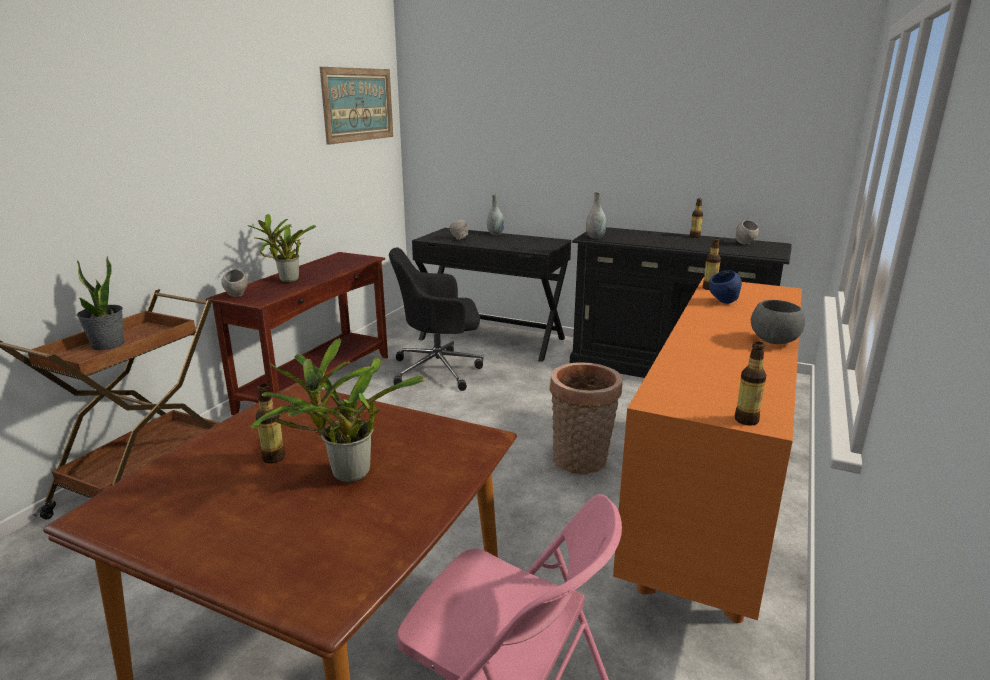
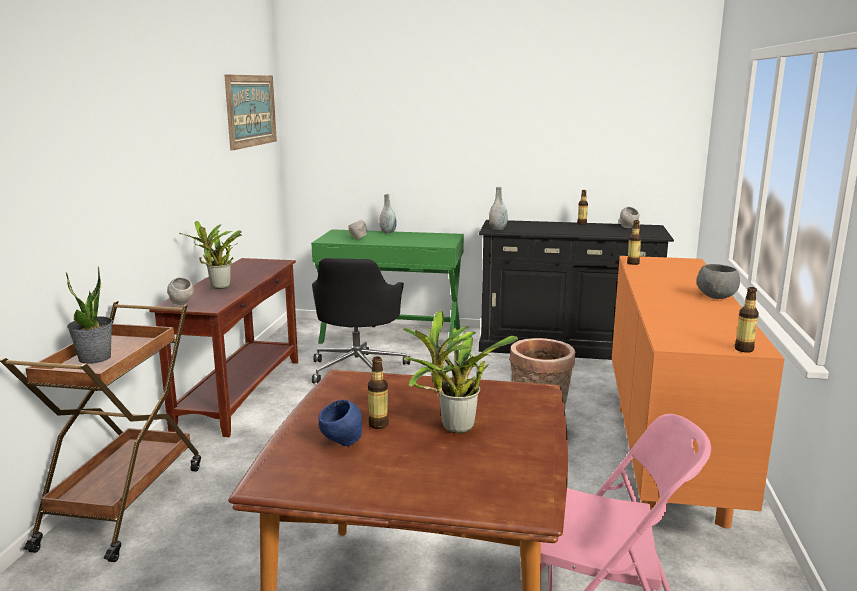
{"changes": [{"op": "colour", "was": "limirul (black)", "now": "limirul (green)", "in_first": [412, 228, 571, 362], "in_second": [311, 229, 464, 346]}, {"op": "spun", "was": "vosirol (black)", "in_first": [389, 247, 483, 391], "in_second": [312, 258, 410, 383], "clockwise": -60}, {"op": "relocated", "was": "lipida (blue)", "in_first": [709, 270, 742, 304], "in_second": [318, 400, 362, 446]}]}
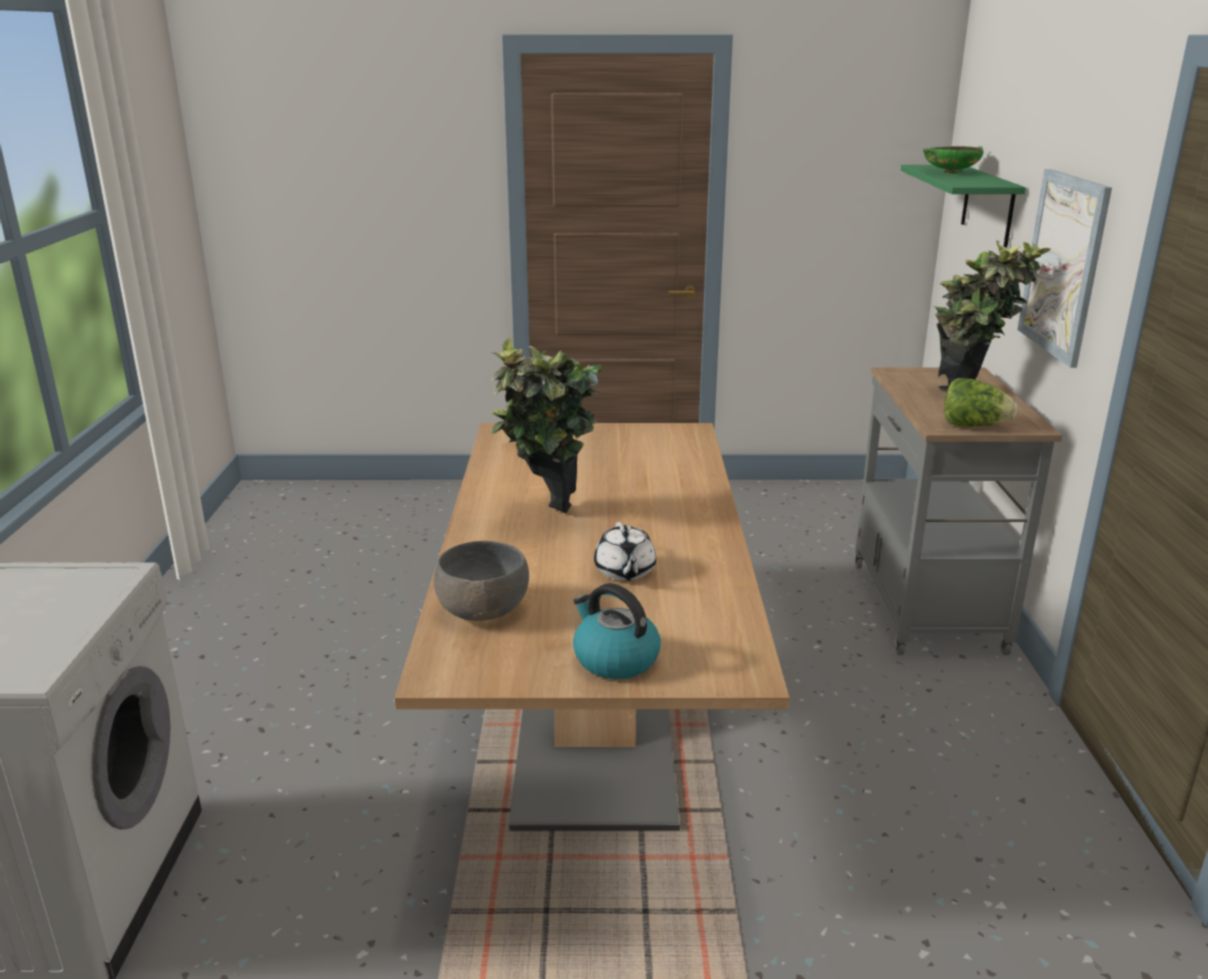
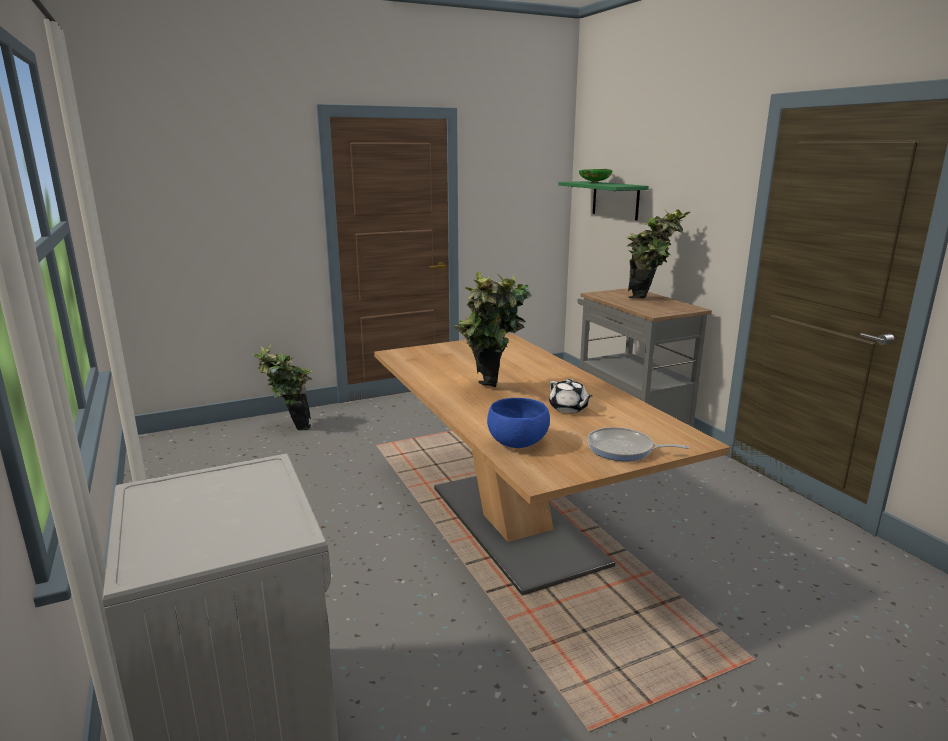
{"changes": [{"op": "missing", "was": "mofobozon", "in_first": [1017, 169, 1112, 368]}, {"op": "missing", "was": "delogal", "in_first": [944, 378, 1017, 427]}, {"op": "colour", "was": "lipida (grey)", "now": "lipida (blue)", "in_first": [434, 541, 529, 621], "in_second": [487, 398, 550, 448]}, {"op": "exchanged", "was": "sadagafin", "now": "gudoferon", "in_first": [573, 583, 661, 679], "in_second": [587, 427, 689, 461]}, {"op": "appeared", "now": "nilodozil", "in_second": [252, 344, 312, 430]}]}
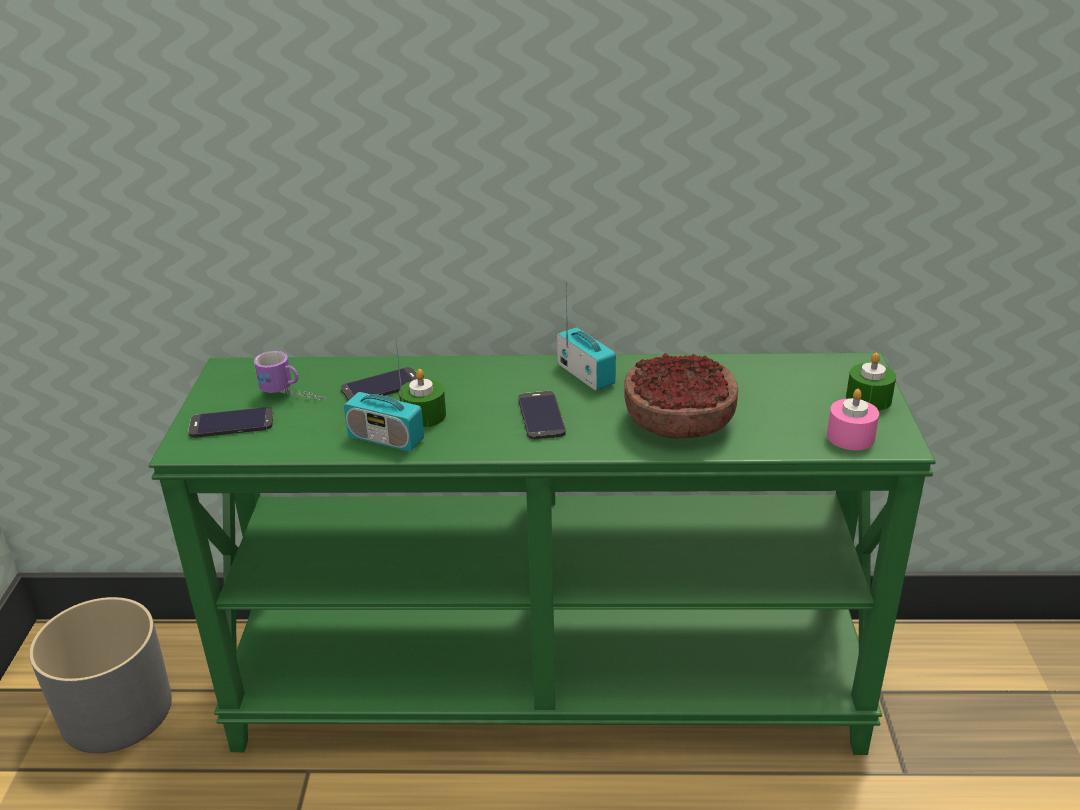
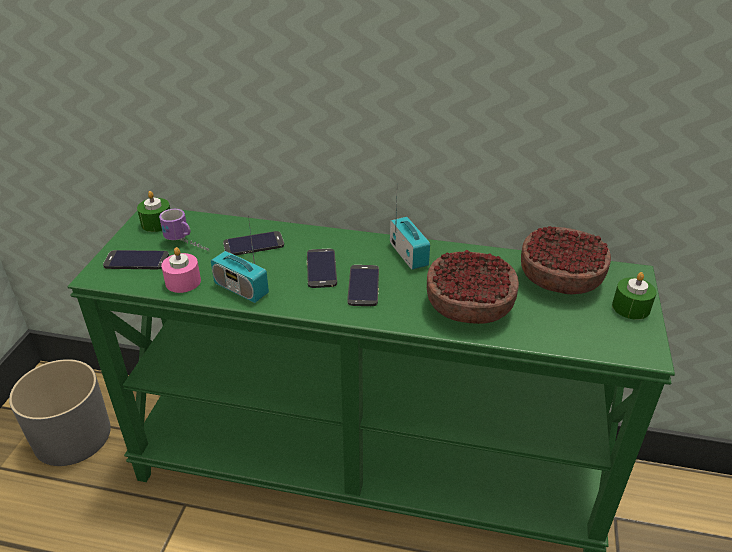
{"changes": [{"op": "relocated", "was": "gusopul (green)", "in_first": [399, 369, 446, 428], "in_second": [137, 191, 170, 232]}, {"op": "relocated", "was": "gusopul (pink)", "in_first": [827, 389, 879, 450], "in_second": [161, 247, 201, 293]}, {"op": "appeared", "now": "lipida", "in_second": [521, 226, 611, 294]}, {"op": "appeared", "now": "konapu", "in_second": [307, 249, 337, 288]}]}
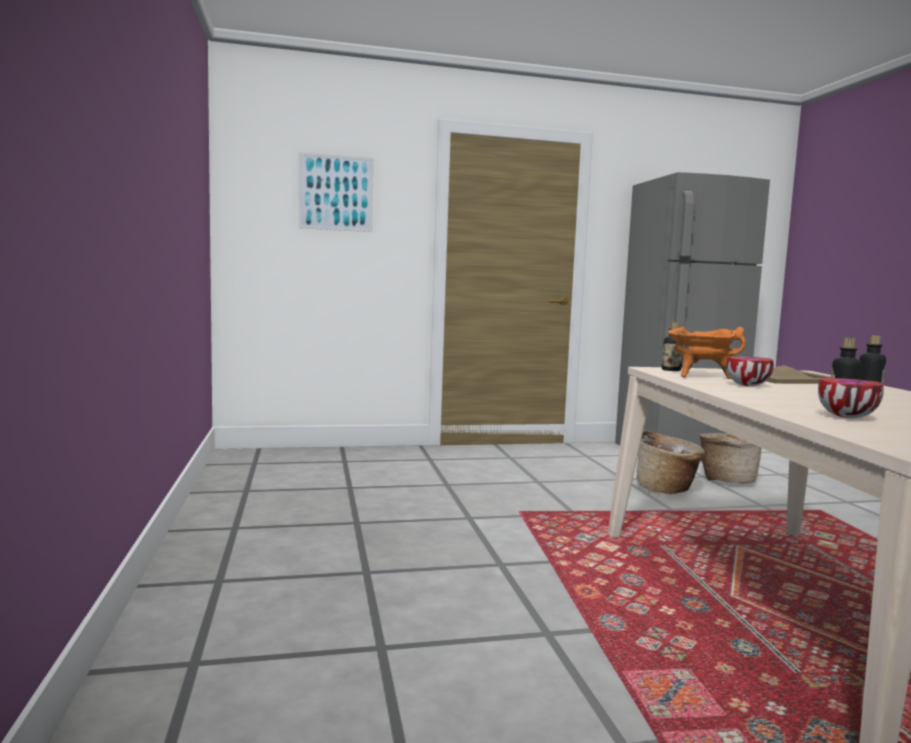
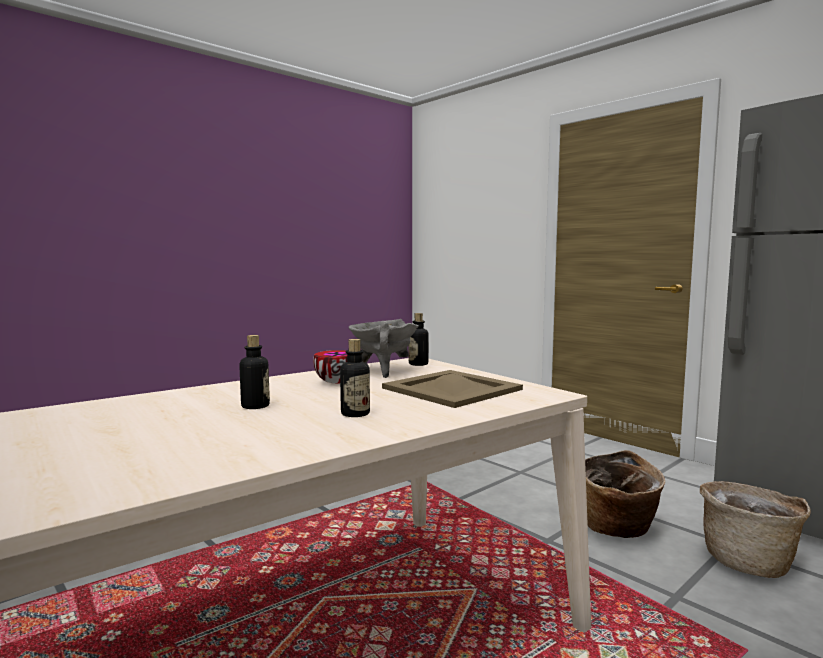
{"changes": [{"op": "missing", "was": "mofobozon", "in_first": [299, 152, 374, 232]}, {"op": "colour", "was": "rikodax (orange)", "now": "rikodax (grey)", "in_first": [668, 327, 746, 379], "in_second": [349, 319, 419, 378]}, {"op": "missing", "was": "lipida", "in_first": [818, 378, 884, 418]}]}
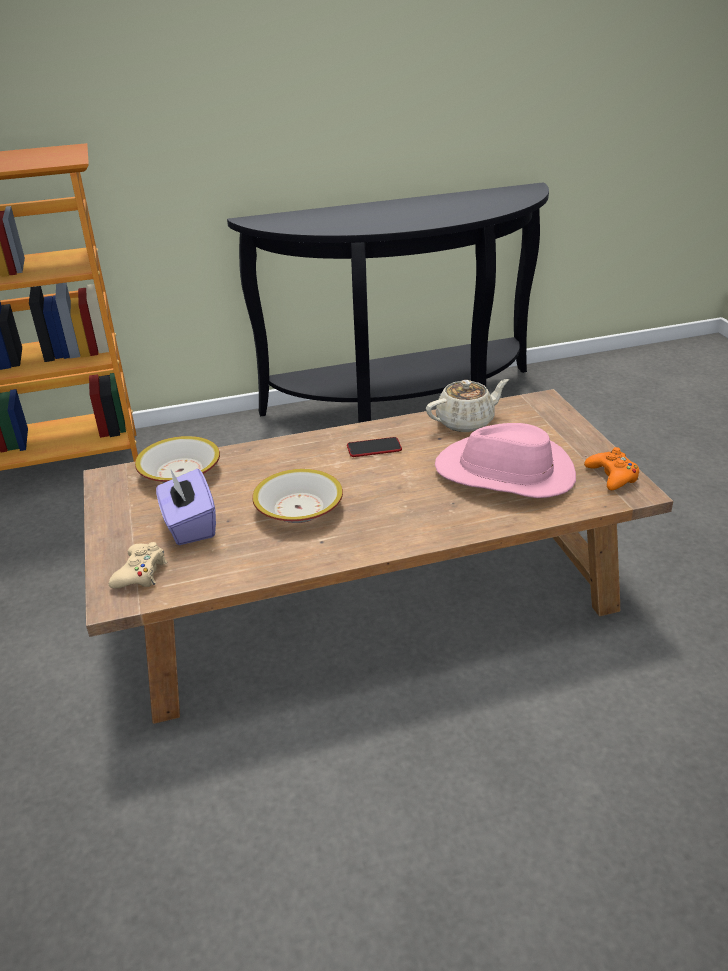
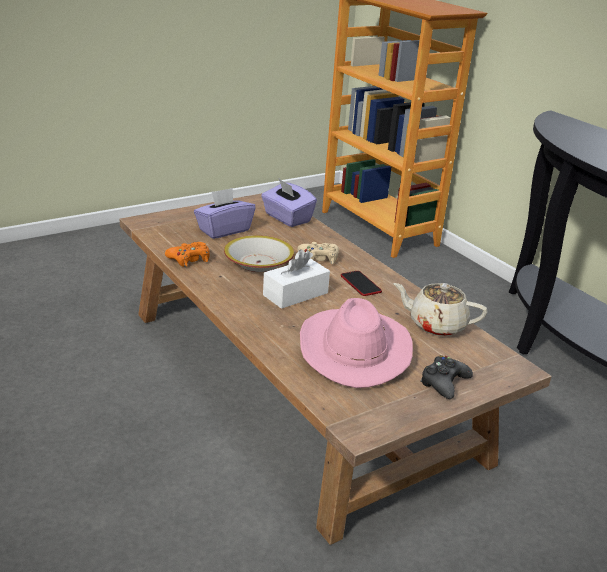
{"changes": [{"op": "spun", "was": "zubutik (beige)", "in_first": [426, 379, 509, 432], "in_second": [393, 283, 488, 336], "clockwise": 150}, {"op": "exchanged", "was": "lipida", "now": "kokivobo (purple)", "in_first": [135, 436, 220, 483], "in_second": [261, 179, 317, 227]}, {"op": "relocated", "was": "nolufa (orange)", "in_first": [584, 447, 639, 490], "in_second": [165, 242, 210, 267]}, {"op": "relocated", "was": "nolufa (beige)", "in_first": [109, 542, 167, 588], "in_second": [298, 242, 339, 264]}, {"op": "appeared", "now": "kokivobo (white)", "in_second": [263, 249, 330, 309]}, {"op": "appeared", "now": "nolufa (black)", "in_second": [420, 355, 473, 399]}]}
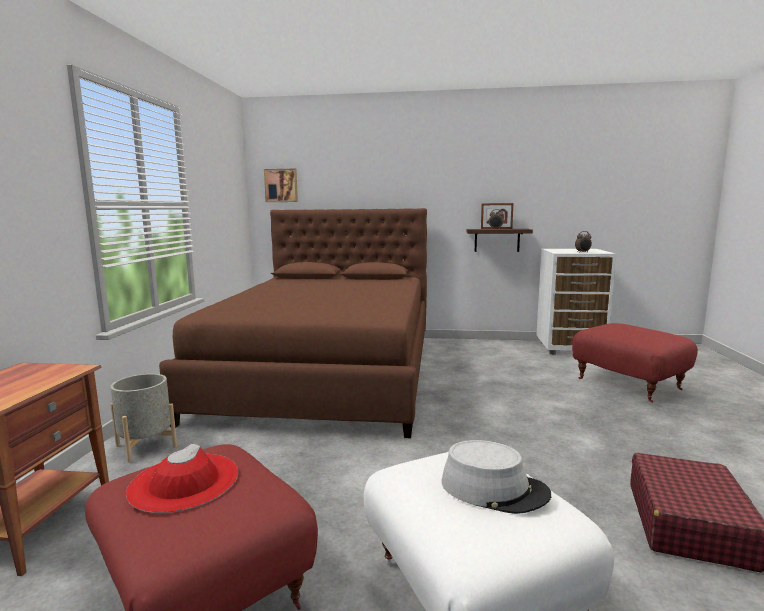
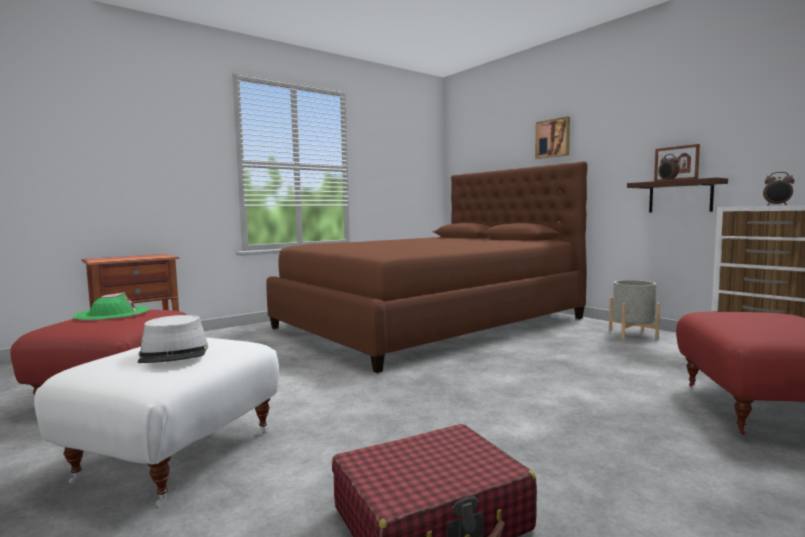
{"changes": [{"op": "relocated", "was": "mofobozon", "in_first": [264, 169, 298, 202], "in_second": [535, 116, 570, 159]}, {"op": "relocated", "was": "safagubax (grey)", "in_first": [110, 374, 177, 462], "in_second": [609, 280, 660, 339]}, {"op": "colour", "was": "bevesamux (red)", "now": "bevesamux (green)", "in_first": [126, 444, 238, 513], "in_second": [73, 292, 150, 321]}]}
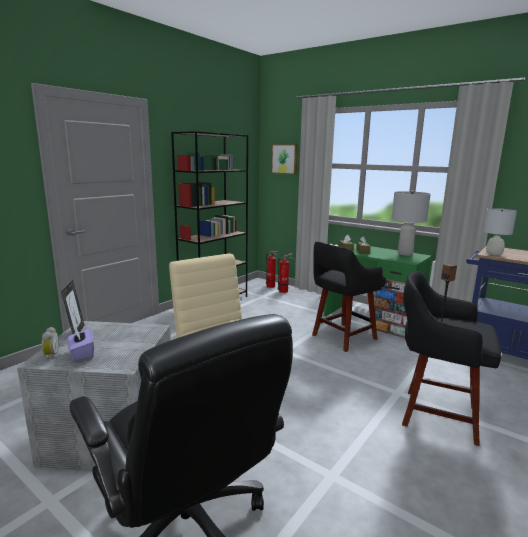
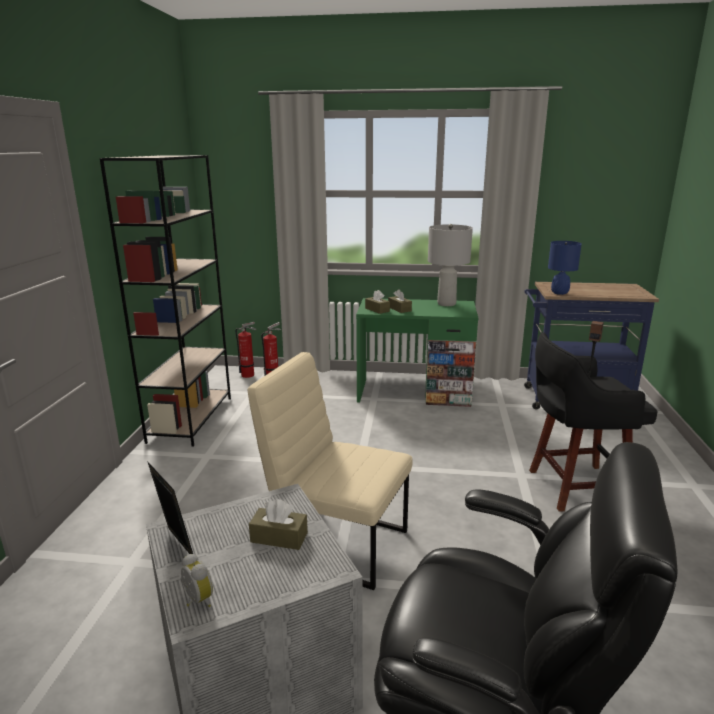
{"changes": [{"op": "missing", "was": "mofobozon", "in_first": [271, 144, 298, 174]}, {"op": "colour", "was": "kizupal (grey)", "now": "kizupal (blue)", "in_first": [484, 208, 517, 256], "in_second": [548, 241, 582, 295]}, {"op": "missing", "was": "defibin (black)", "in_first": [312, 242, 386, 352]}, {"op": "missing", "was": "kokivobo (purple)", "in_first": [67, 326, 94, 361]}, {"op": "appeared", "now": "kokivobo (brown)", "in_second": [249, 499, 308, 550]}]}
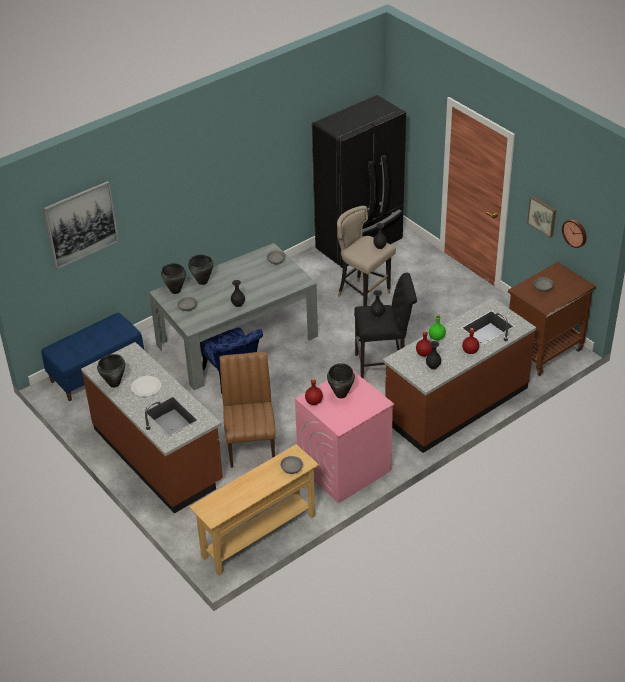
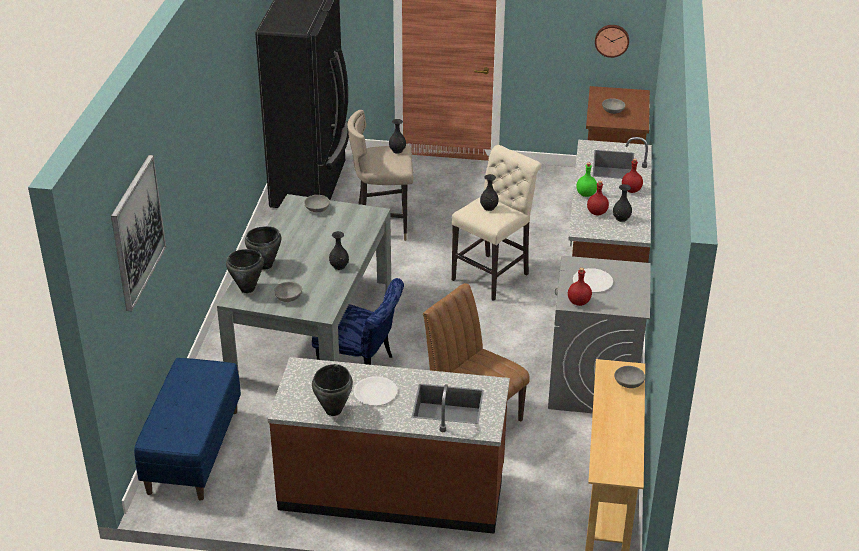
{"changes": [{"op": "missing", "was": "mofobozon", "in_first": [527, 196, 556, 238]}, {"op": "colour", "was": "defibin (black)", "now": "defibin (beige)", "in_first": [354, 273, 417, 379], "in_second": [452, 145, 541, 301]}, {"op": "exchanged", "was": "rikodax (black)", "now": "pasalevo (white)", "in_first": [327, 363, 355, 398], "in_second": [573, 268, 613, 293]}, {"op": "colour", "was": "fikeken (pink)", "now": "fikeken (grey)", "in_first": [295, 371, 394, 503], "in_second": [548, 256, 651, 413]}]}
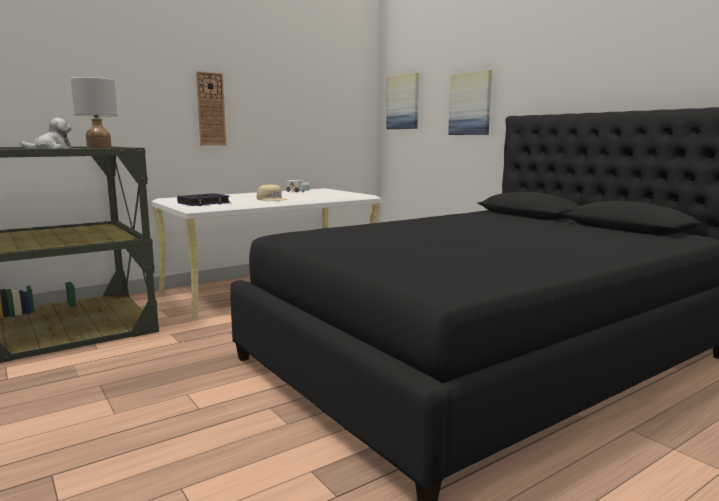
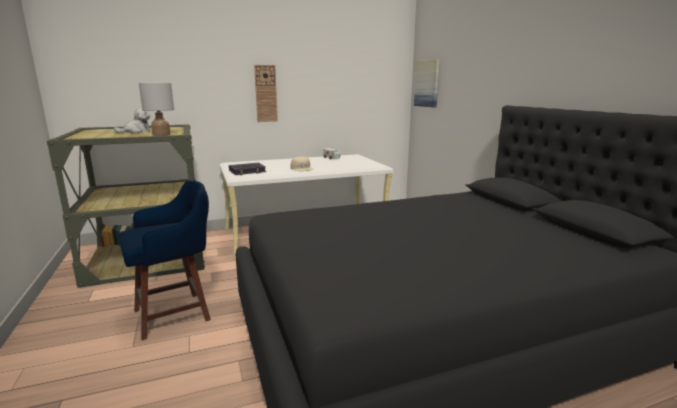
{"changes": [{"op": "missing", "was": "mofobozon", "in_first": [448, 70, 492, 135]}, {"op": "appeared", "now": "defibin (blue)", "in_second": [118, 181, 211, 340]}]}
